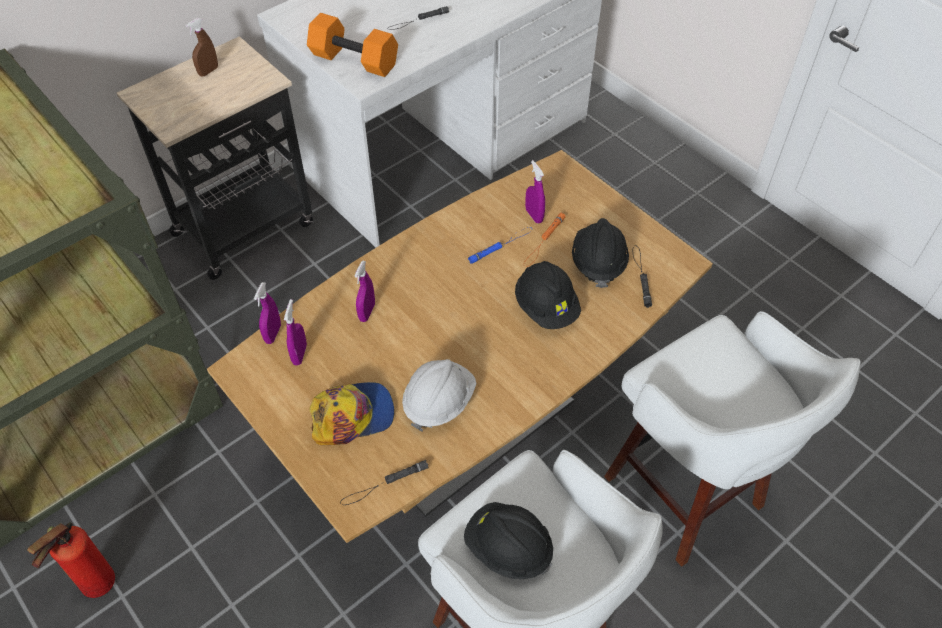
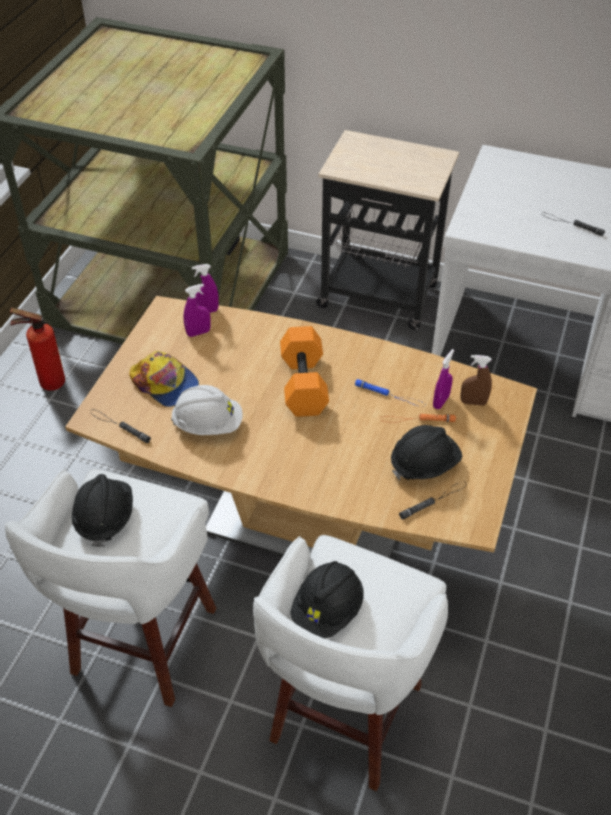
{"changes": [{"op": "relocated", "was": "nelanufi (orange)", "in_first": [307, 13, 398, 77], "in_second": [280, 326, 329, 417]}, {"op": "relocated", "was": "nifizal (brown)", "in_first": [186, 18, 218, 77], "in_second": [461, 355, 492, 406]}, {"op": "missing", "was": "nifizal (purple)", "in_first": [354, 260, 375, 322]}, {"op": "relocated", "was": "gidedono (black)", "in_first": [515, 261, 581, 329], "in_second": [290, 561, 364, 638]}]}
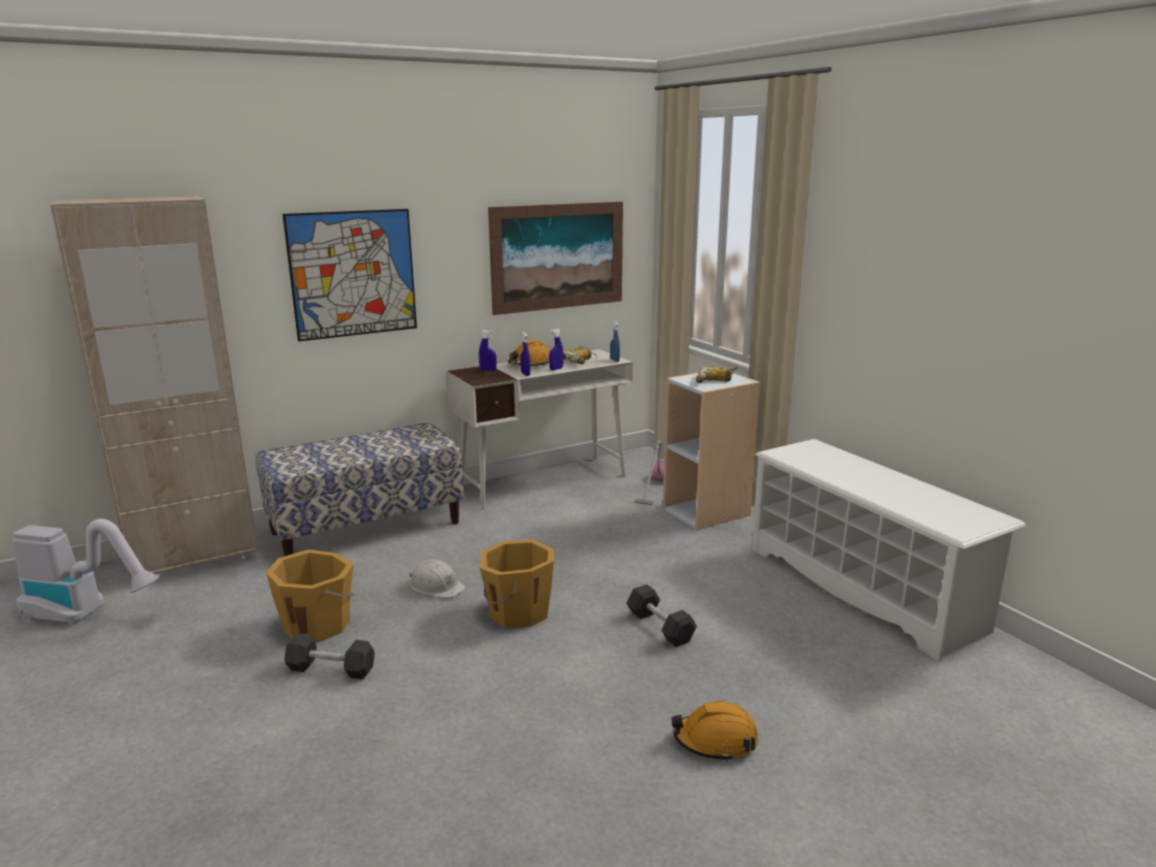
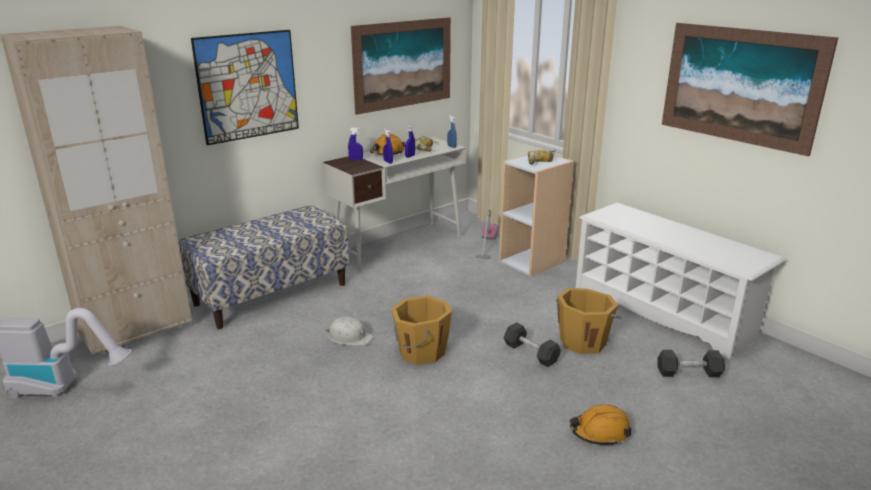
{"changes": [{"op": "relocated", "was": "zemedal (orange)", "in_first": [266, 550, 355, 643], "in_second": [556, 288, 622, 354]}, {"op": "relocated", "was": "nelanufi (grey)", "in_first": [284, 633, 375, 679], "in_second": [657, 350, 725, 377]}, {"op": "appeared", "now": "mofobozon", "in_second": [662, 23, 838, 156]}]}
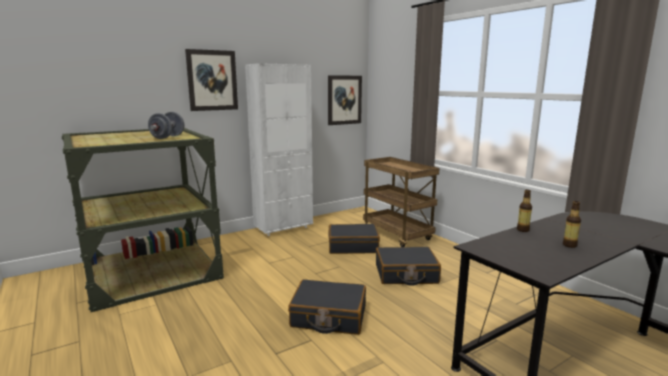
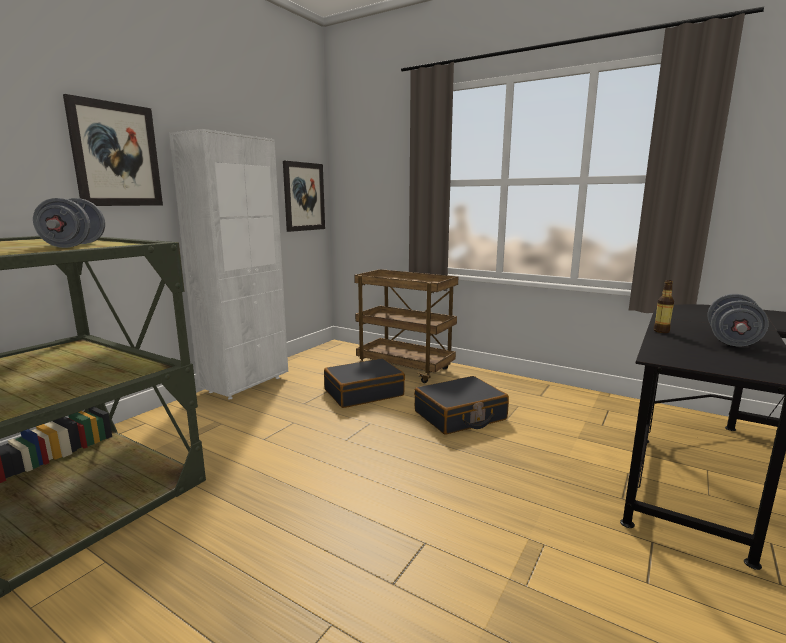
{"changes": [{"op": "exchanged", "was": "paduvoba", "now": "nelanufi (grey)", "in_first": [563, 201, 581, 248], "in_second": [707, 294, 769, 346]}, {"op": "missing", "was": "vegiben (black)", "in_first": [288, 279, 366, 335]}]}
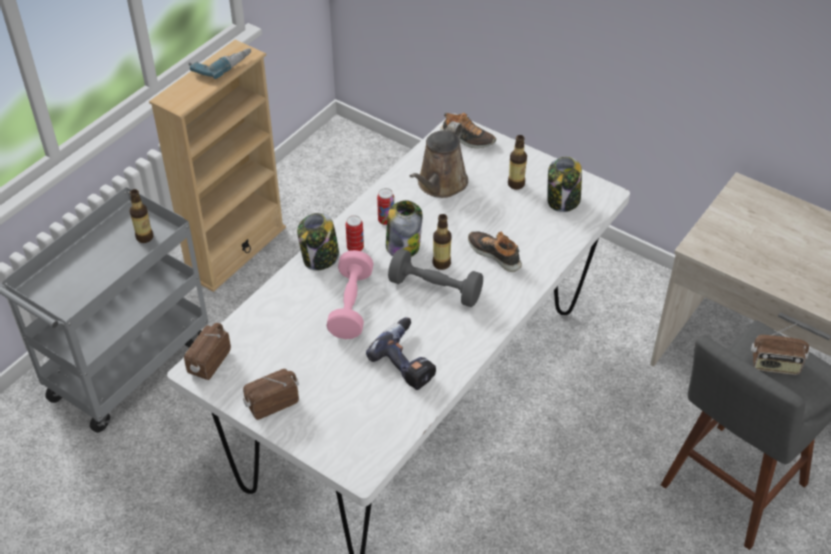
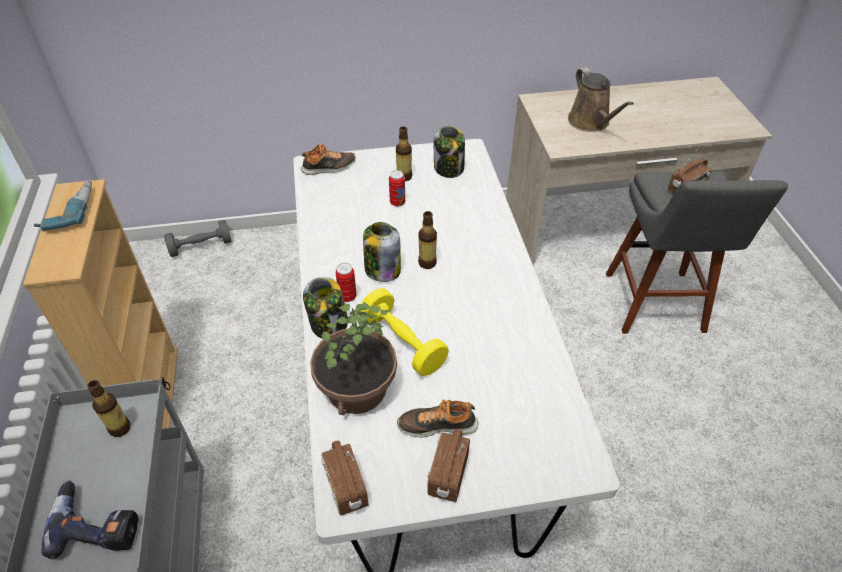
{"changes": [{"op": "relocated", "was": "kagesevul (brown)", "in_first": [410, 121, 468, 198], "in_second": [568, 67, 634, 132]}, {"op": "relocated", "was": "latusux", "in_first": [377, 188, 394, 225], "in_second": [389, 170, 405, 207]}, {"op": "relocated", "was": "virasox", "in_first": [468, 231, 522, 272], "in_second": [397, 399, 478, 438]}, {"op": "relocated", "was": "nelanufi (grey)", "in_first": [388, 249, 483, 307], "in_second": [164, 220, 231, 257]}, {"op": "colour", "was": "nelanufi (pink)", "now": "nelanufi (yellow)", "in_first": [326, 250, 374, 339], "in_second": [360, 288, 449, 376]}, {"op": "relocated", "was": "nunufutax", "in_first": [366, 317, 436, 390], "in_second": [41, 480, 138, 559]}, {"op": "appeared", "now": "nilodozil", "in_second": [310, 302, 397, 415]}]}
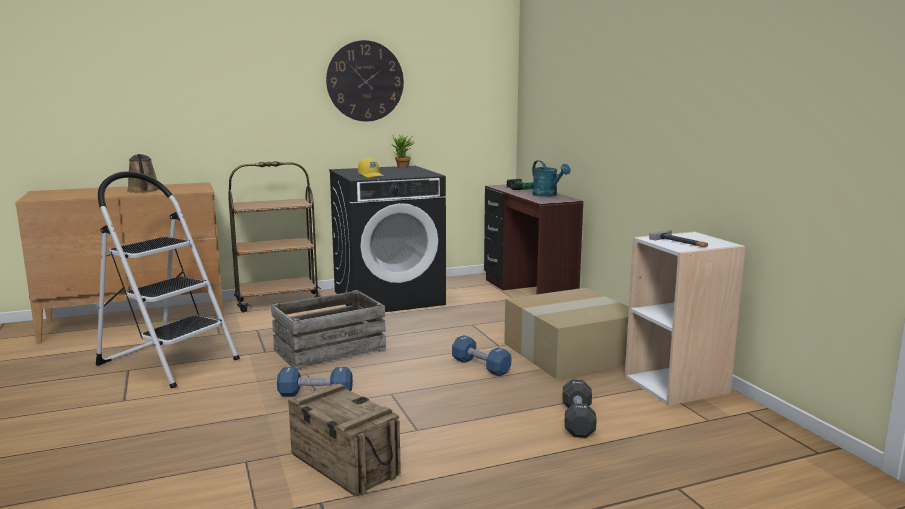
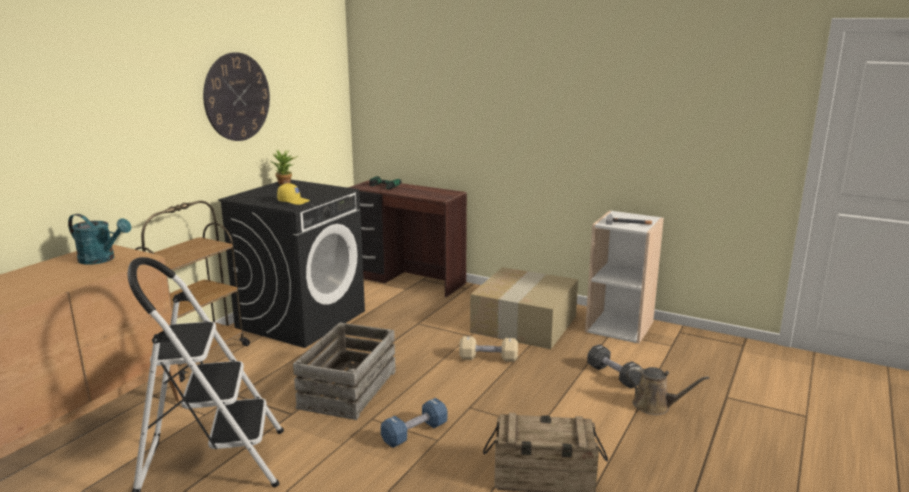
{"changes": [{"op": "relocated", "was": "kagesevul (brown)", "in_first": [127, 154, 159, 193], "in_second": [626, 367, 709, 415]}, {"op": "relocated", "was": "kagesevul (turquoise)", "in_first": [532, 160, 570, 197], "in_second": [68, 214, 131, 265]}, {"op": "colour", "was": "nelanufi (blue)", "now": "nelanufi (beige)", "in_first": [452, 335, 511, 376], "in_second": [459, 336, 518, 362]}]}
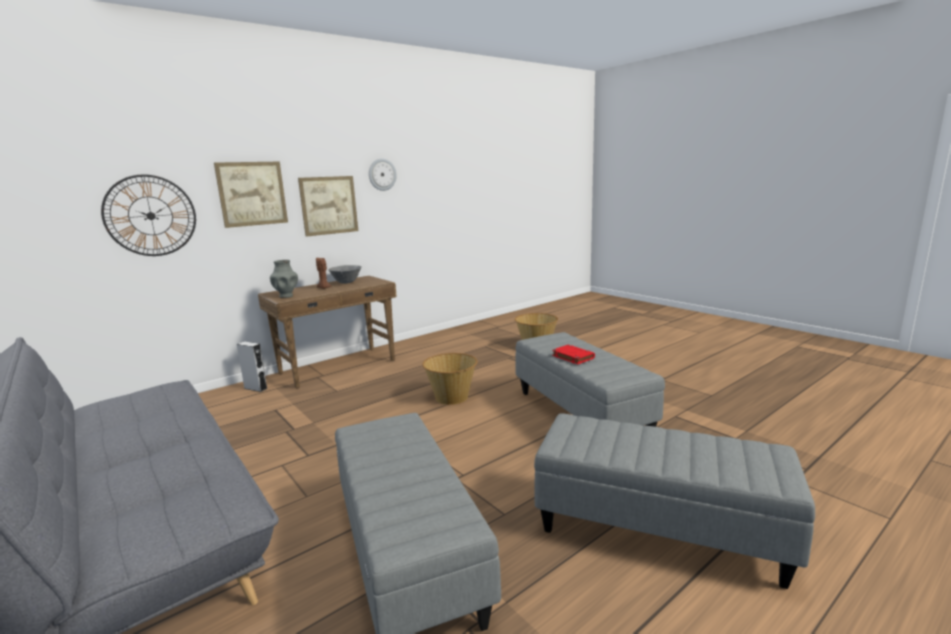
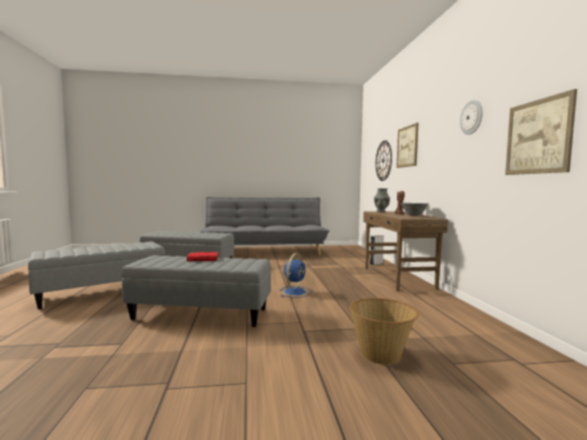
{"changes": [{"op": "relocated", "was": "mofobozon", "in_first": [298, 176, 358, 237], "in_second": [505, 89, 577, 175]}, {"op": "exchanged", "was": "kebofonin", "now": "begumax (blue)", "in_first": [422, 353, 477, 405], "in_second": [279, 253, 312, 298]}]}
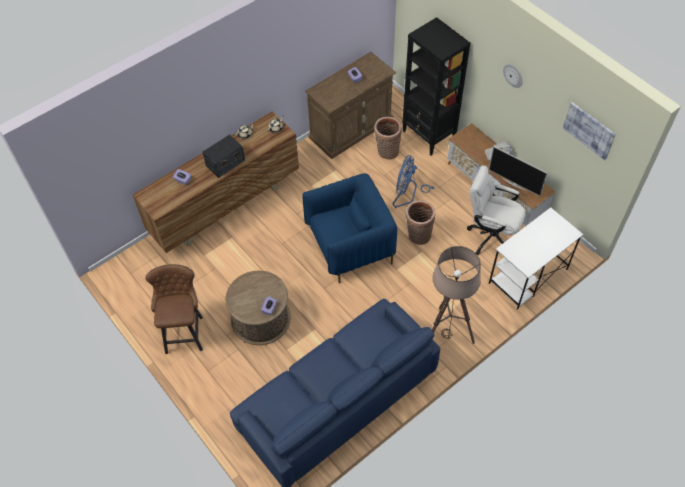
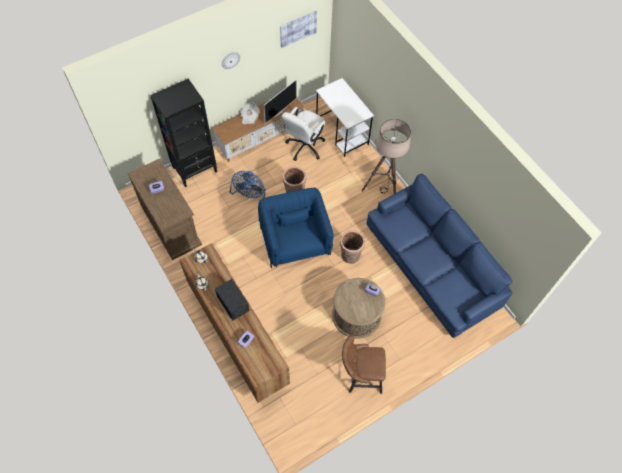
{"changes": [{"op": "relocated", "was": "kebofonin", "in_first": [374, 117, 402, 160], "in_second": [340, 230, 365, 264]}]}
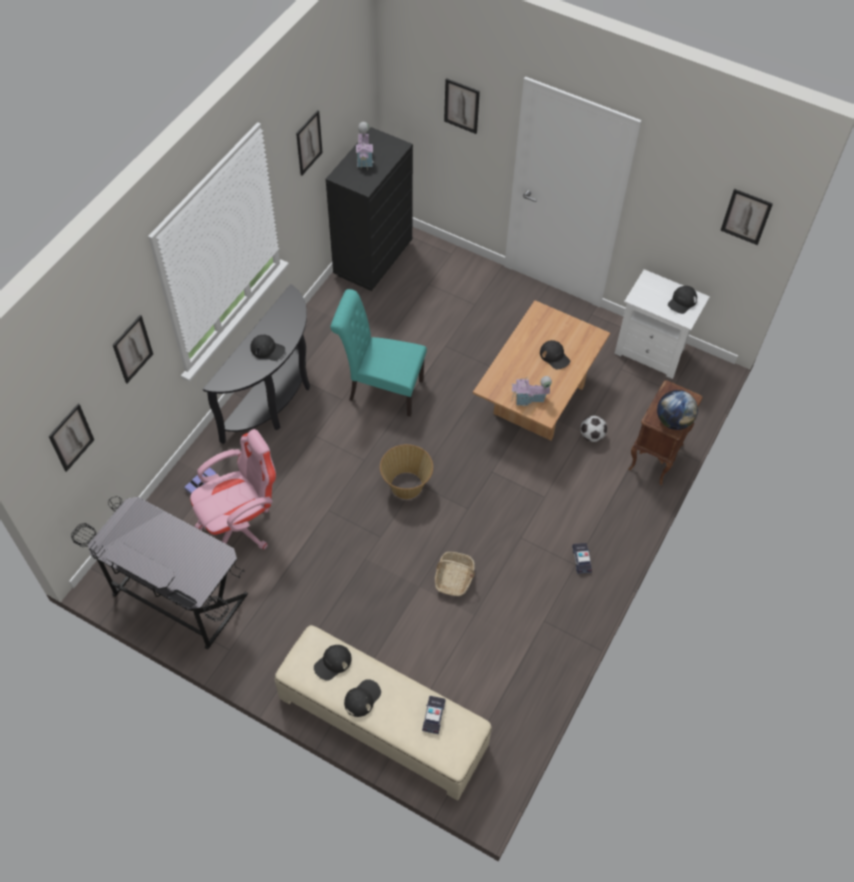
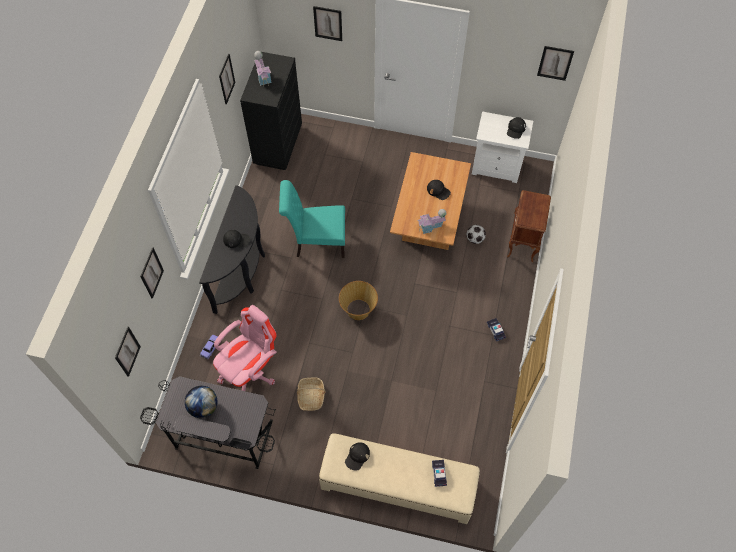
{"changes": [{"op": "relocated", "was": "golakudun", "in_first": [657, 390, 698, 430], "in_second": [185, 386, 218, 418]}, {"op": "relocated", "was": "kebofonin", "in_first": [435, 552, 475, 596], "in_second": [297, 377, 326, 411]}, {"op": "missing", "was": "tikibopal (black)", "in_first": [344, 679, 381, 717]}]}
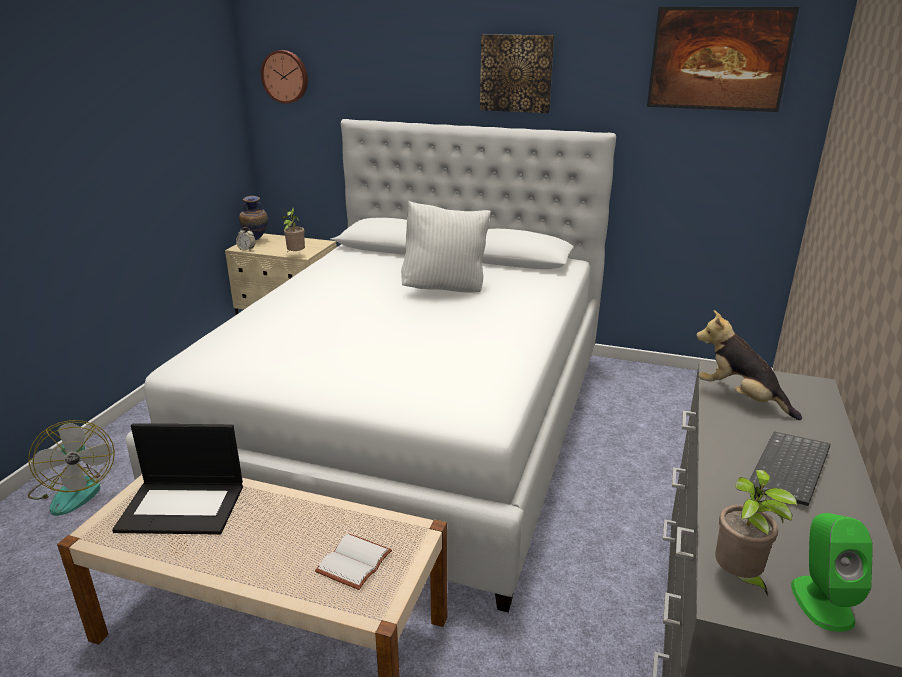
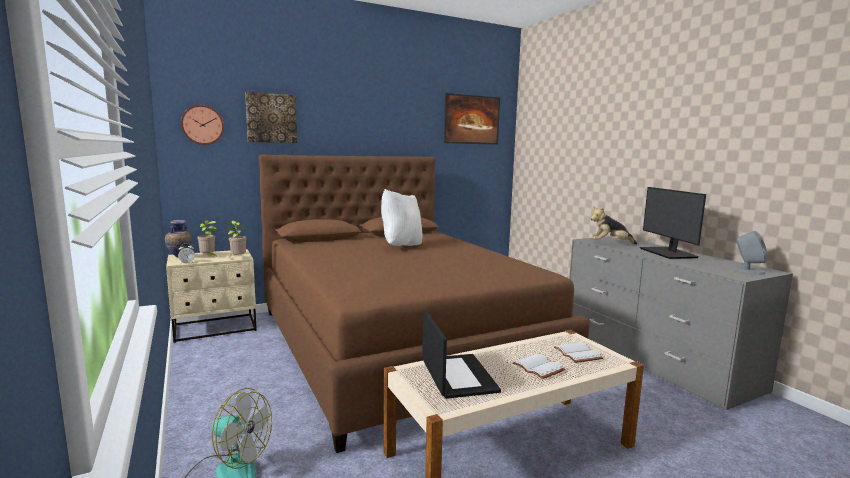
{"changes": [{"op": "relocated", "was": "mofobozon", "in_first": [480, 34, 554, 113], "in_second": [245, 92, 297, 143]}, {"op": "colour", "was": "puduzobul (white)", "now": "puduzobul (brown)", "in_first": [126, 119, 616, 613], "in_second": [259, 155, 590, 453]}, {"op": "spun", "was": "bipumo", "in_first": [112, 423, 243, 535], "in_second": [422, 310, 501, 399], "clockwise": -60}, {"op": "exchanged", "was": "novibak", "now": "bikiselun", "in_first": [749, 431, 831, 506], "in_second": [640, 187, 706, 259]}, {"op": "relocated", "was": "nilodozil", "in_first": [715, 470, 797, 596], "in_second": [197, 220, 217, 256]}, {"op": "colour", "was": "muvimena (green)", "now": "muvimena (grey)", "in_first": [791, 513, 873, 632], "in_second": [733, 231, 768, 274]}, {"op": "appeared", "now": "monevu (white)", "in_second": [513, 354, 566, 379]}]}
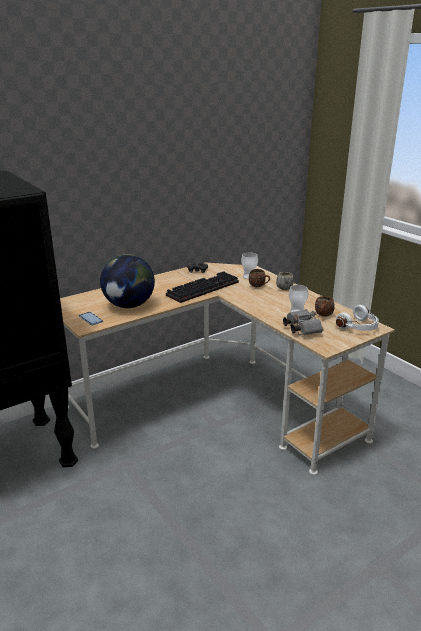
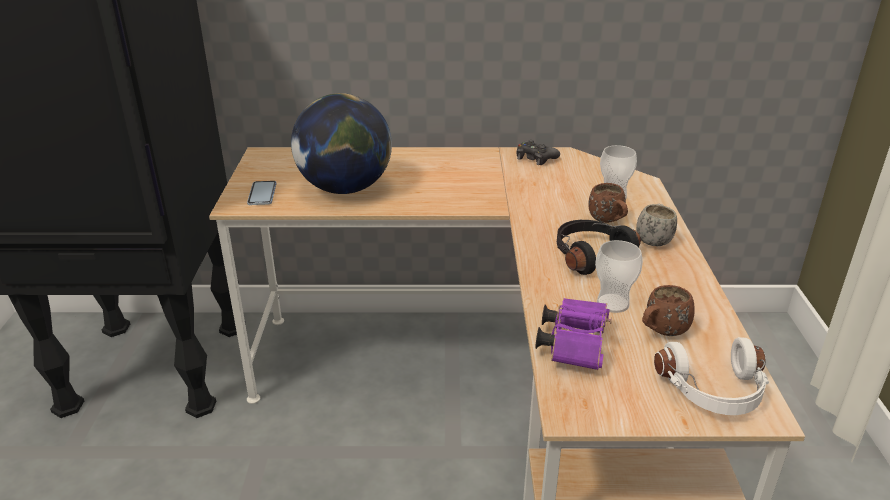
{"changes": [{"op": "missing", "was": "novibak", "in_first": [166, 271, 239, 303]}, {"op": "colour", "was": "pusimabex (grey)", "now": "pusimabex (purple)", "in_first": [283, 309, 323, 336], "in_second": [535, 298, 612, 370]}, {"op": "appeared", "now": "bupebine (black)", "in_second": [557, 220, 641, 275]}]}
